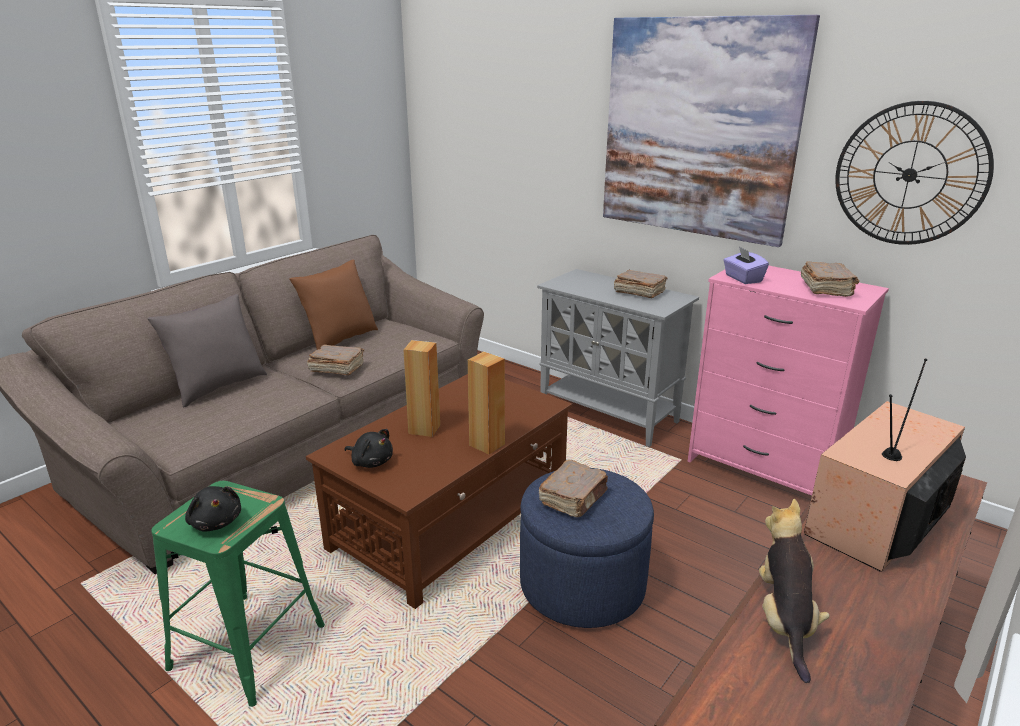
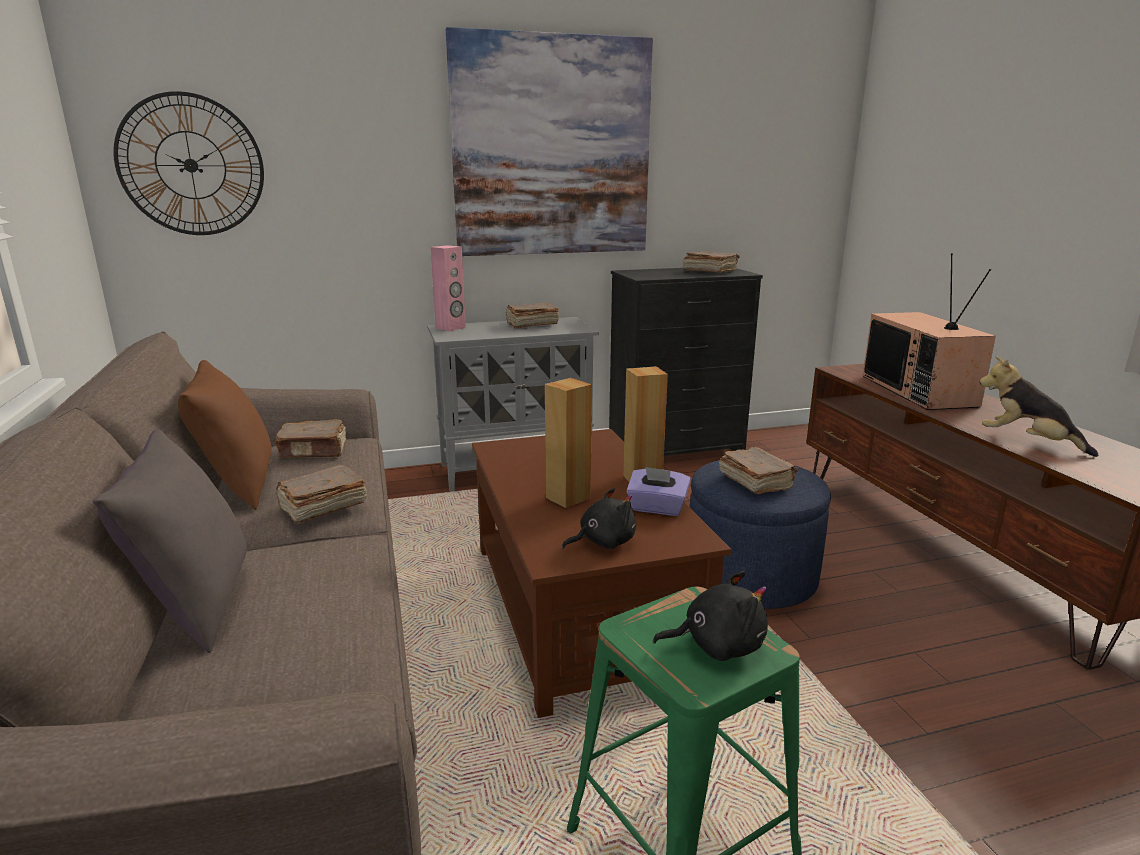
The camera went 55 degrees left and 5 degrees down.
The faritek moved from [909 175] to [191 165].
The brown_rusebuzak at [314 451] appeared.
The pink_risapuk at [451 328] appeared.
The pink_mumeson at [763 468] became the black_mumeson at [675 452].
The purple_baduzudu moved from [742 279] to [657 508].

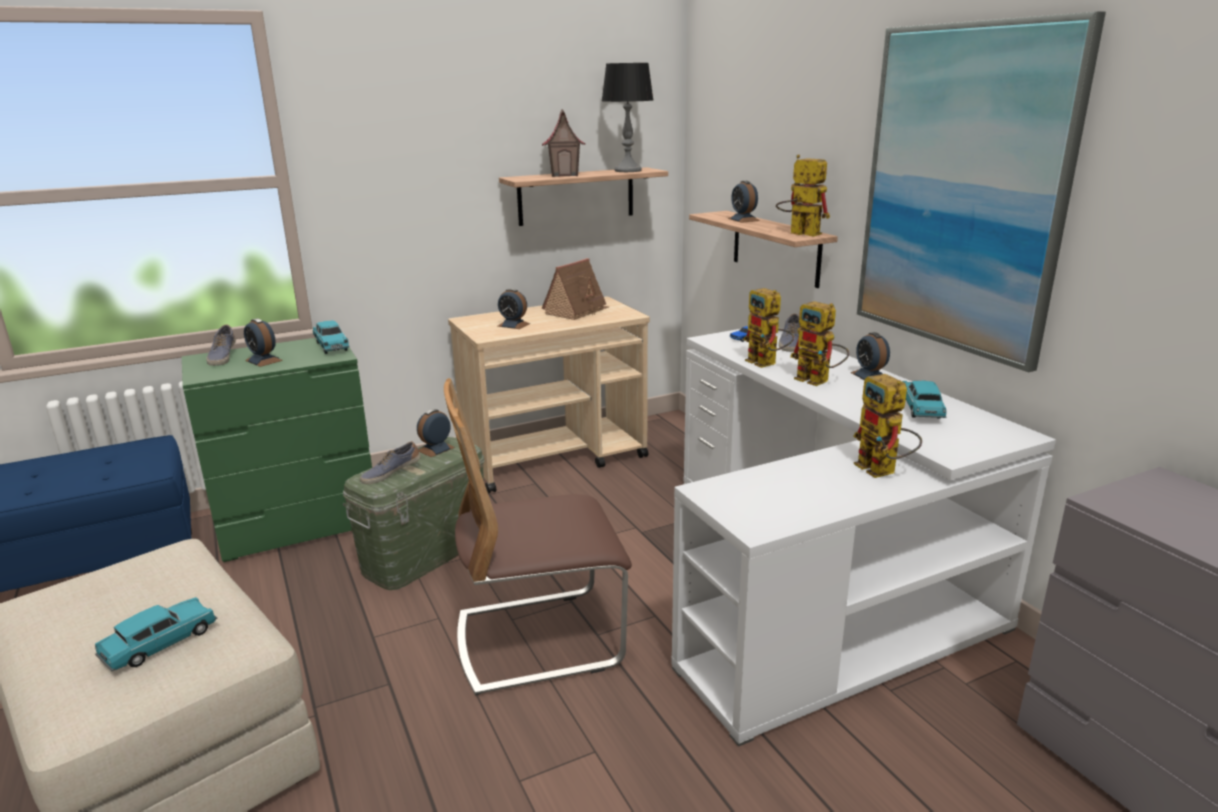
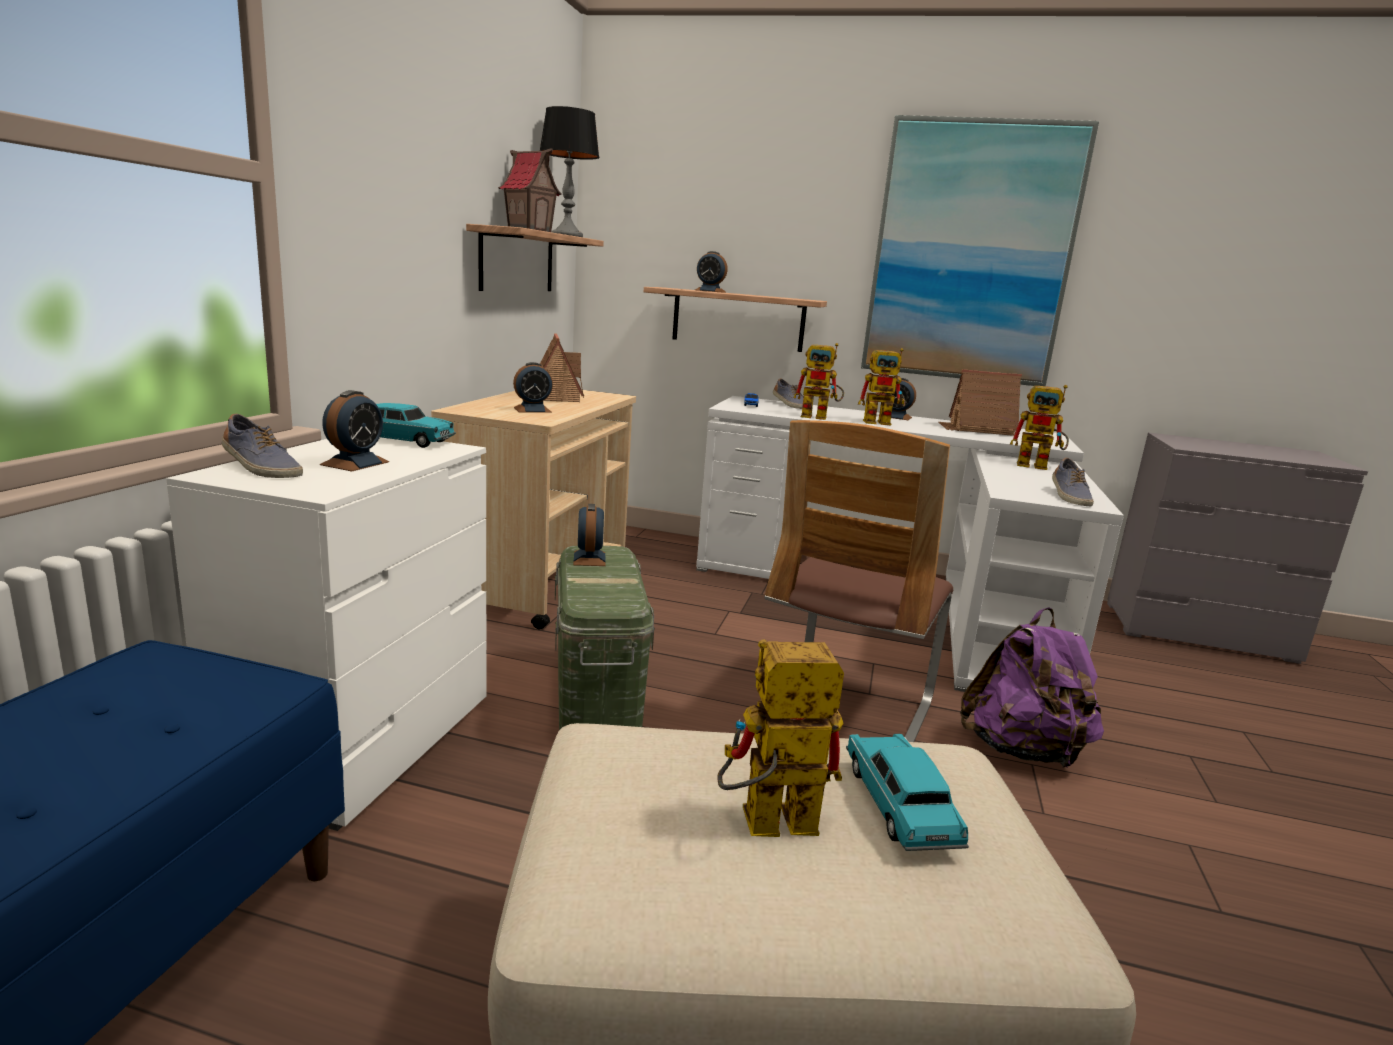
The camera went 50 degrees left and 5 degrees down.
The green_mumeson at [299 524] became the white_mumeson at [362 742].
The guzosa at [263 360] turned 60 degrees counterclockwise.
The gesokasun moved from [798 233] to [764 827].
The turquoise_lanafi at [921 409] was replaced by the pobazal at [976 429].
The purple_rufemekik at [1023 751] appeared.
The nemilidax moved from [390 473] to [1069 497].

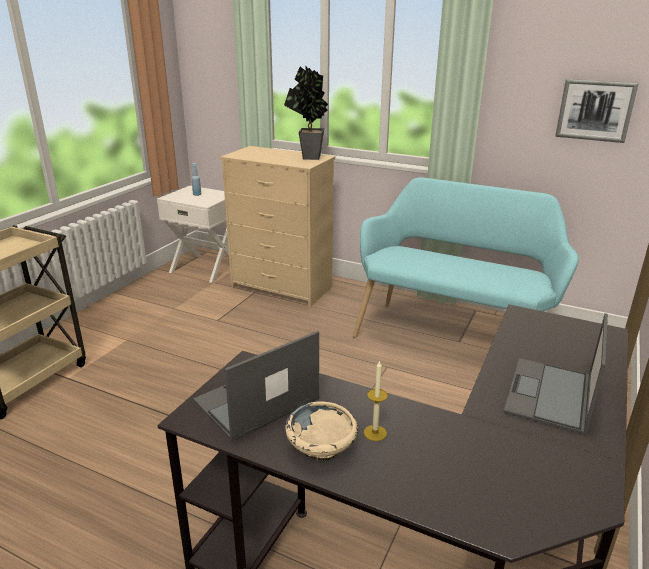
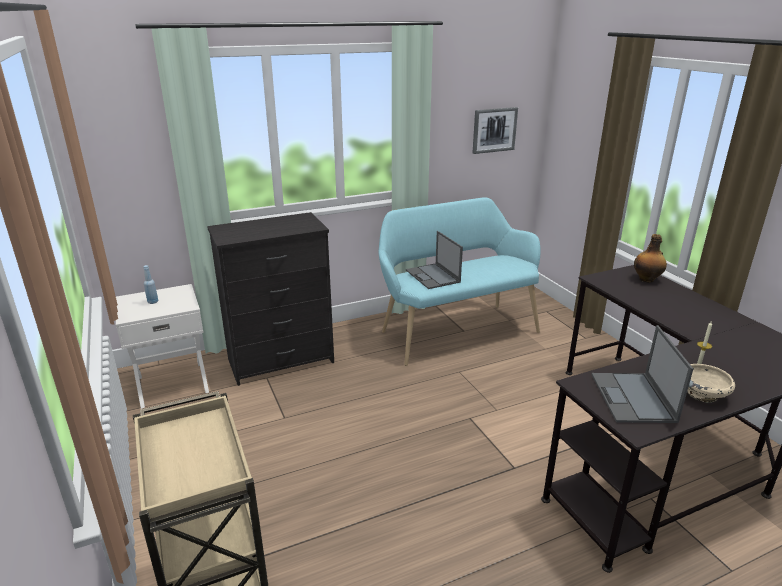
The camera went 50 degrees left and 0 degrees up.
The beige_mumeson at [282 287] became the black_mumeson at [282 361].
The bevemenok moved from [550 395] to [433 276].
The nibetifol at [647 279] appeared.
The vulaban at [309 158] disappeared.

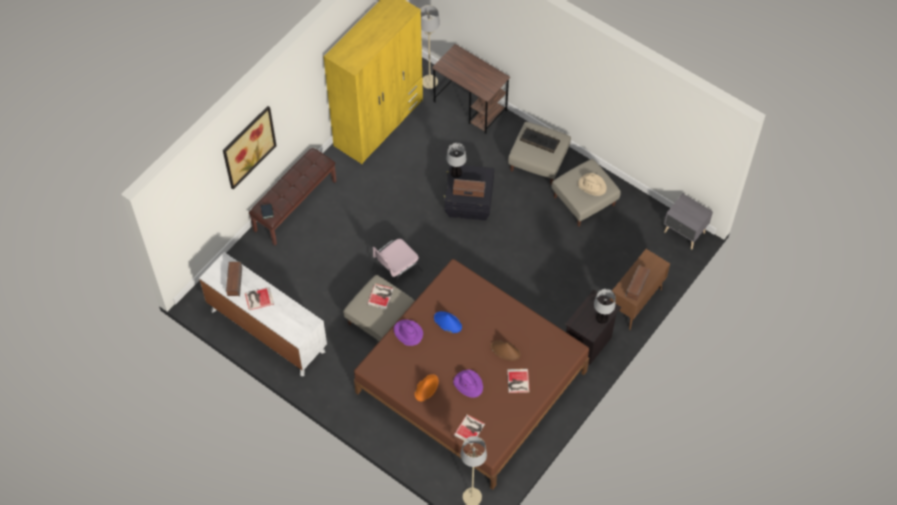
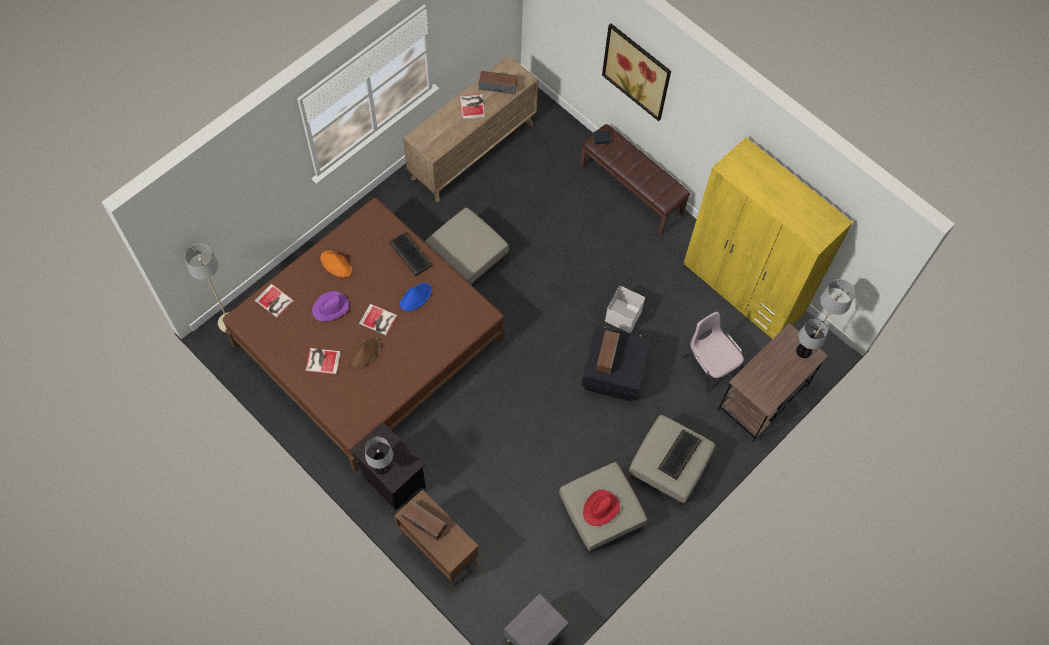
The camera went 95 degrees right and 5 degrees up.
The rusebuzak moved from [381 296] to [378 320].
The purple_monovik at [408 333] was replaced by the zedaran at [410 254].
The white_mumeson at [267 330] became the brown_mumeson at [472 150].
The beige_monovik at [592 185] became the red_monovik at [601 508].
The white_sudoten at [623 316] appeared.
The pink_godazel moved from [396 270] to [711 363].
The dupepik moved from [456 172] to [803 351].

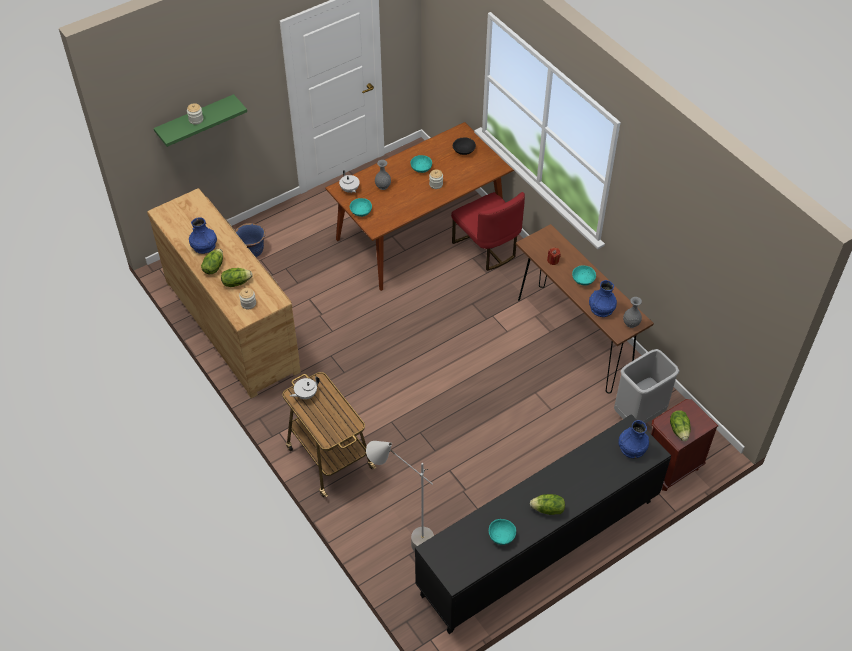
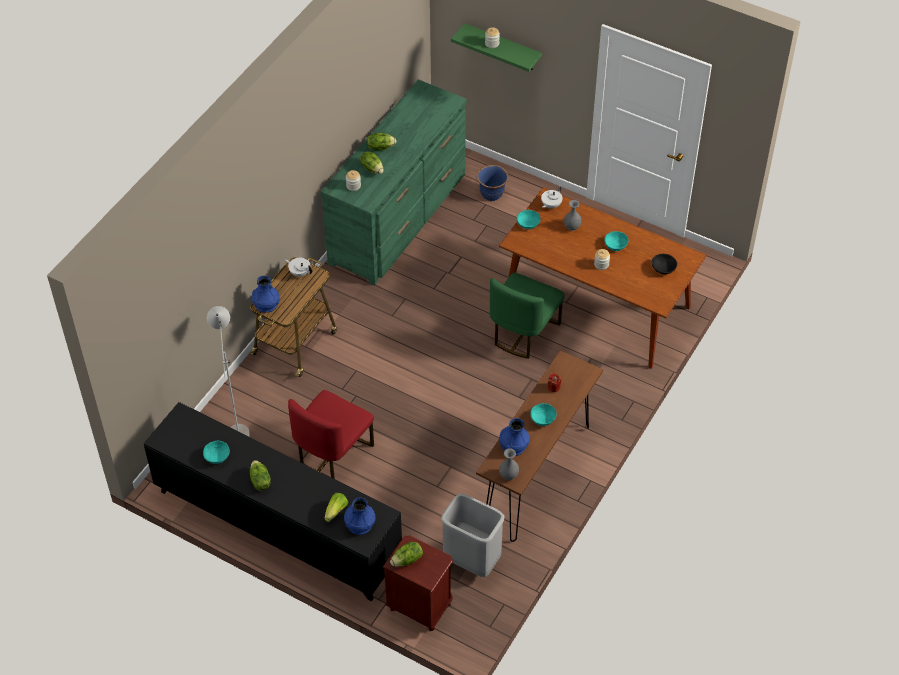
The camera went 65 degrees right and 0 degrees up.
The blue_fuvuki moved from [204 246] to [266 304].
The red_godazel moved from [486 248] to [333 453].
The brown_mumeson at [232 324] became the green_mumeson at [399 217].
The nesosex at [336 511] appeared.
The green_godazel at [523 332] appeared.

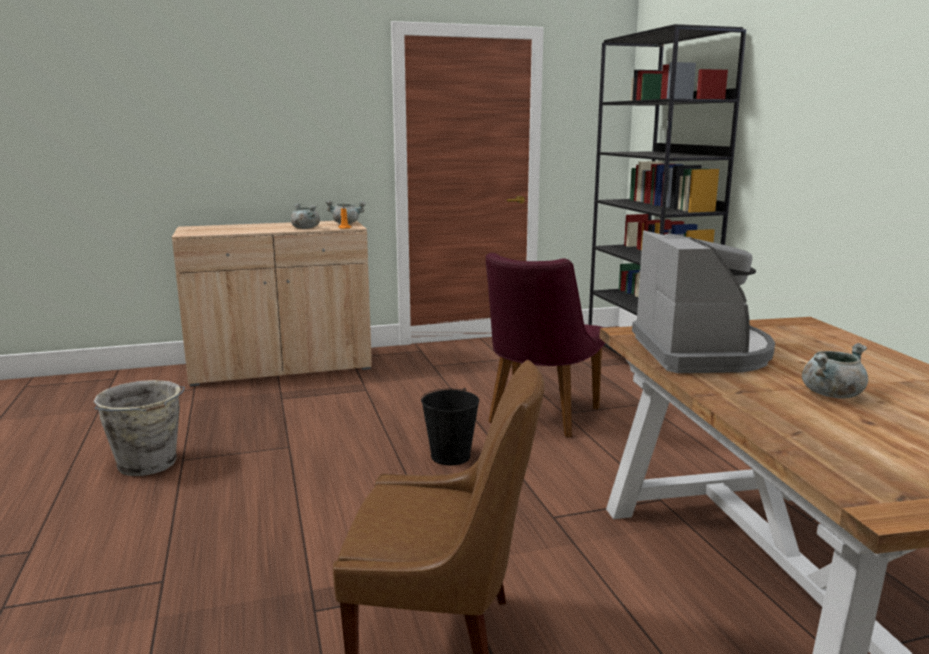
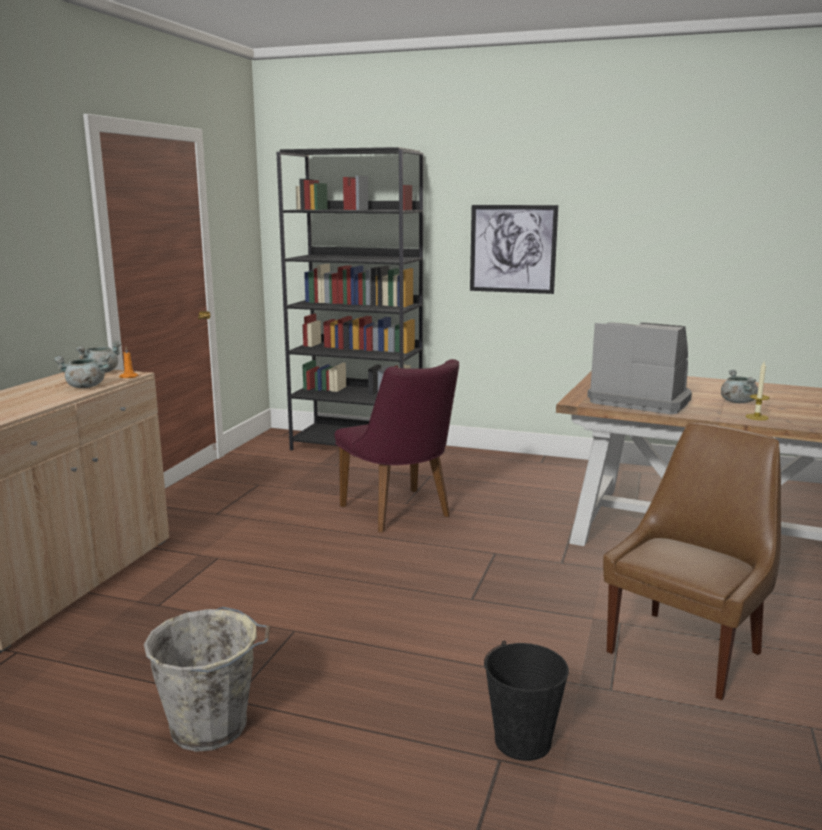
The camera went 55 degrees left and 0 degrees up.
The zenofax at [512 249] appeared.
The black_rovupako moved from [451 456] to [523 740].
The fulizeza at [757 417] appeared.

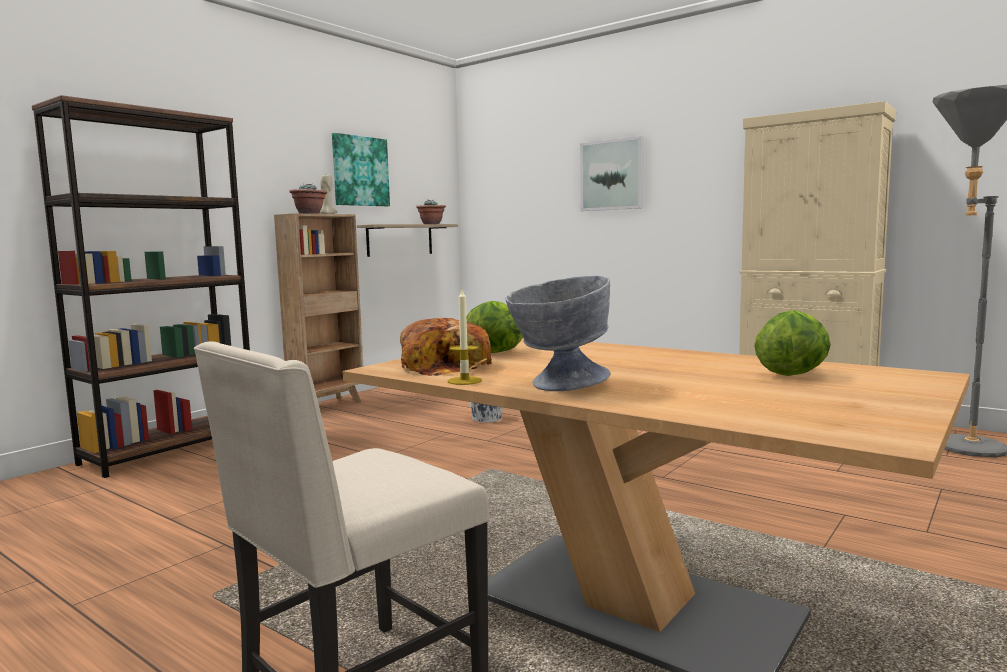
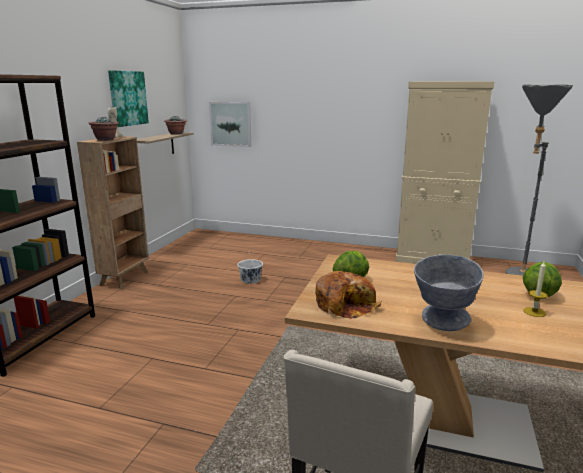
The camera went 20 degrees left and 10 degrees up.
The zenofax moved from [612 175] to [231 124].
The fulizeza moved from [464 381] to [534 312].

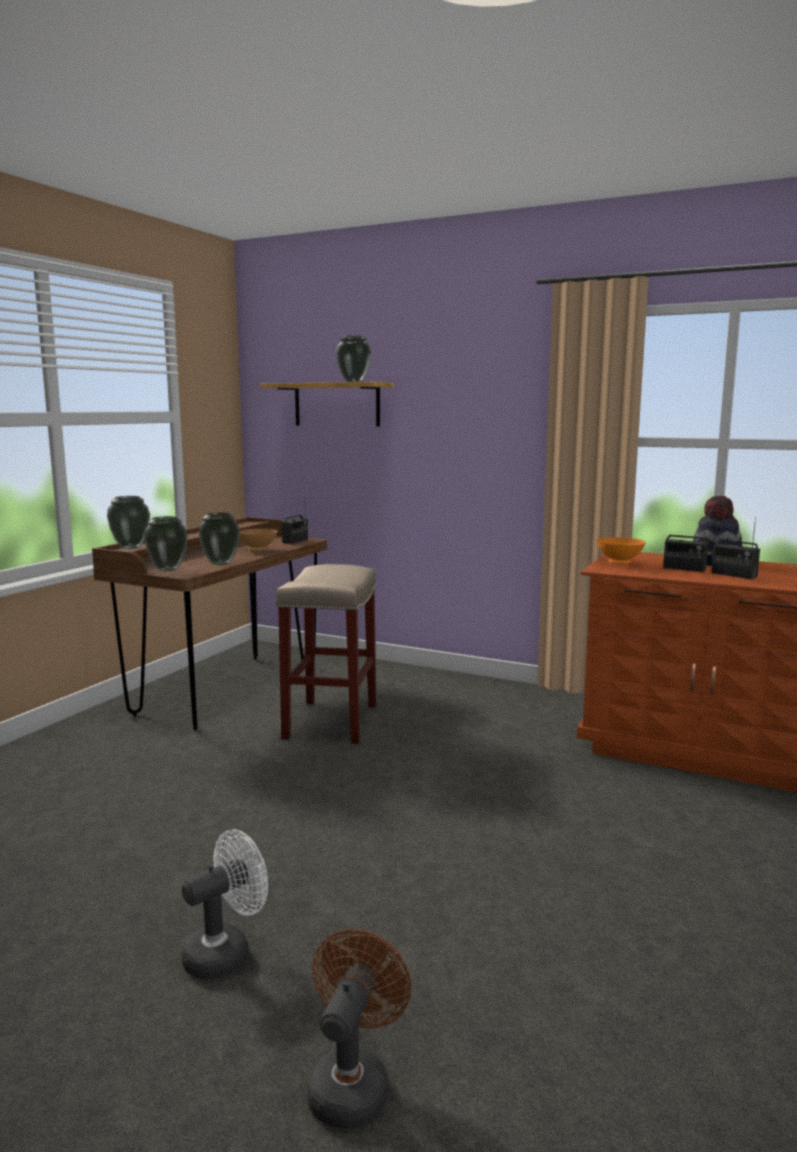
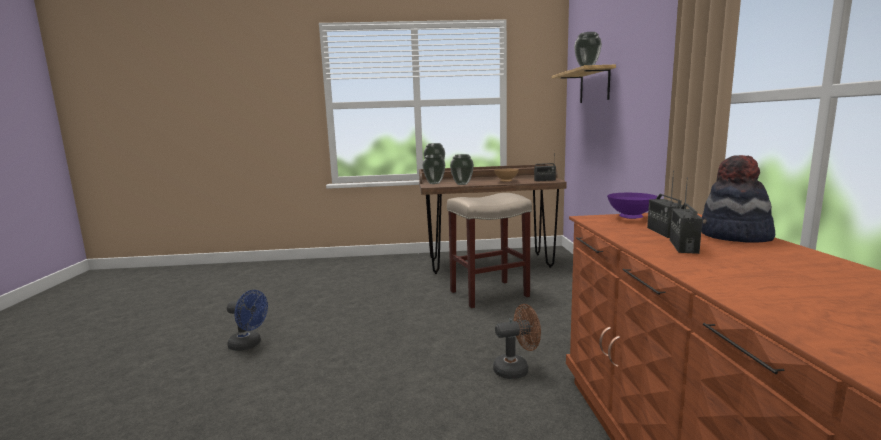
The camera went 60 degrees right and 0 degrees up.
The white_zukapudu at [226 952] became the blue_zukapudu at [249 345].
The brown_zukapudu moved from [353 1083] to [516 369].
The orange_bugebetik at [620 563] became the purple_bugebetik at [630 218].

